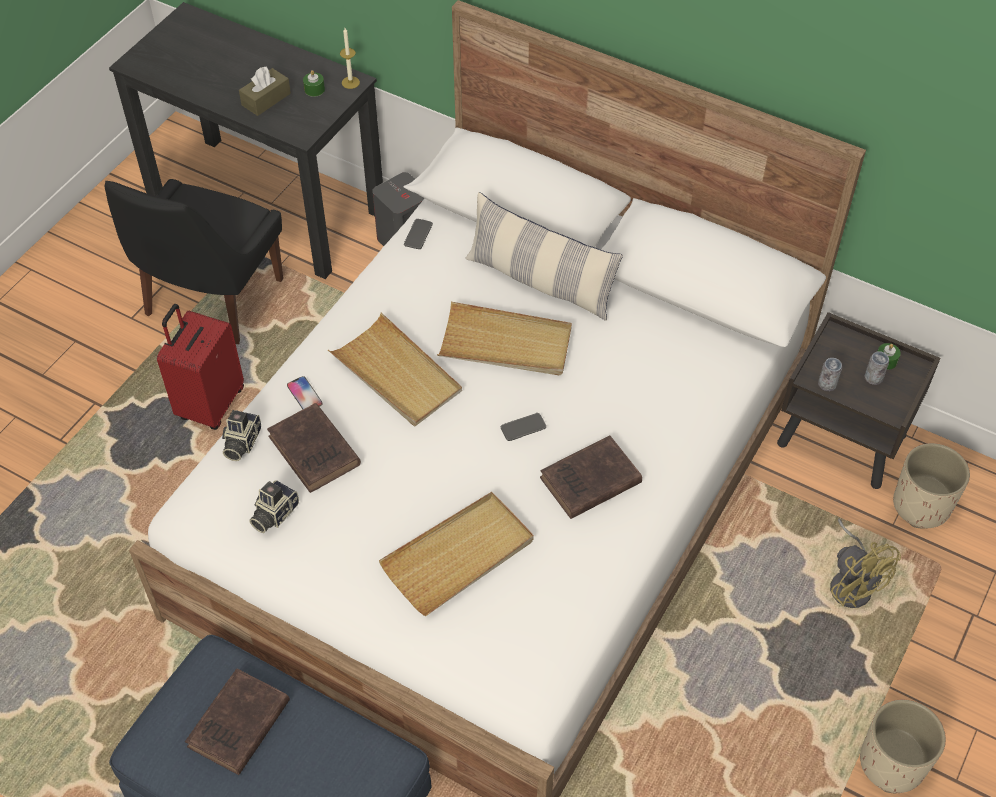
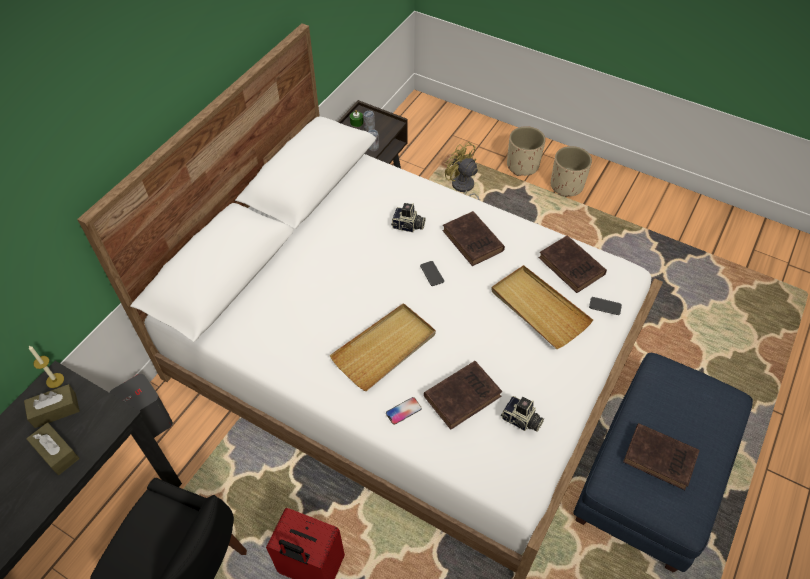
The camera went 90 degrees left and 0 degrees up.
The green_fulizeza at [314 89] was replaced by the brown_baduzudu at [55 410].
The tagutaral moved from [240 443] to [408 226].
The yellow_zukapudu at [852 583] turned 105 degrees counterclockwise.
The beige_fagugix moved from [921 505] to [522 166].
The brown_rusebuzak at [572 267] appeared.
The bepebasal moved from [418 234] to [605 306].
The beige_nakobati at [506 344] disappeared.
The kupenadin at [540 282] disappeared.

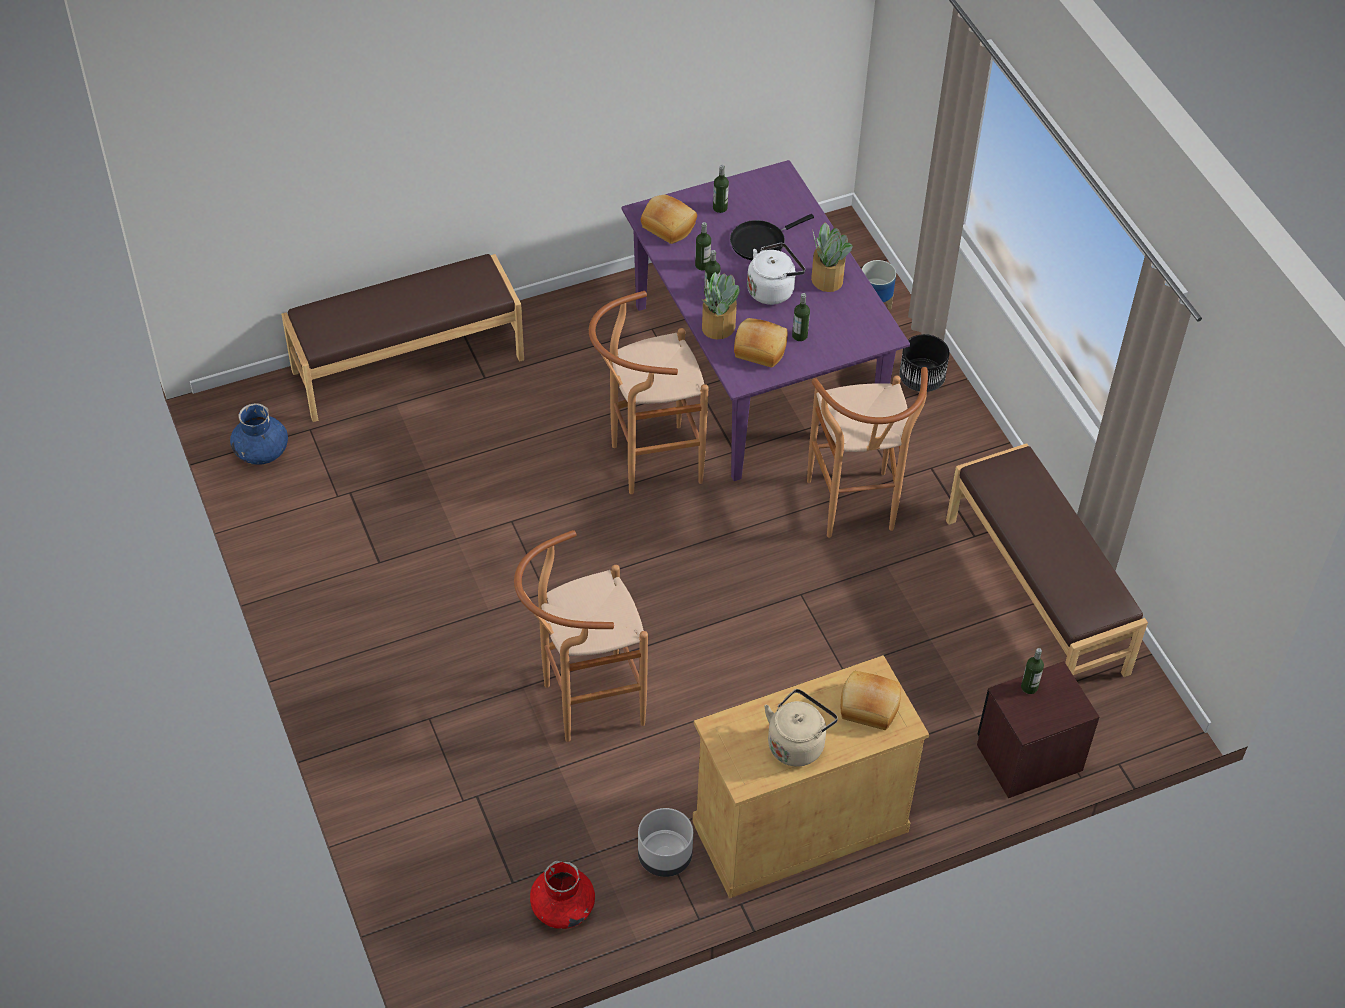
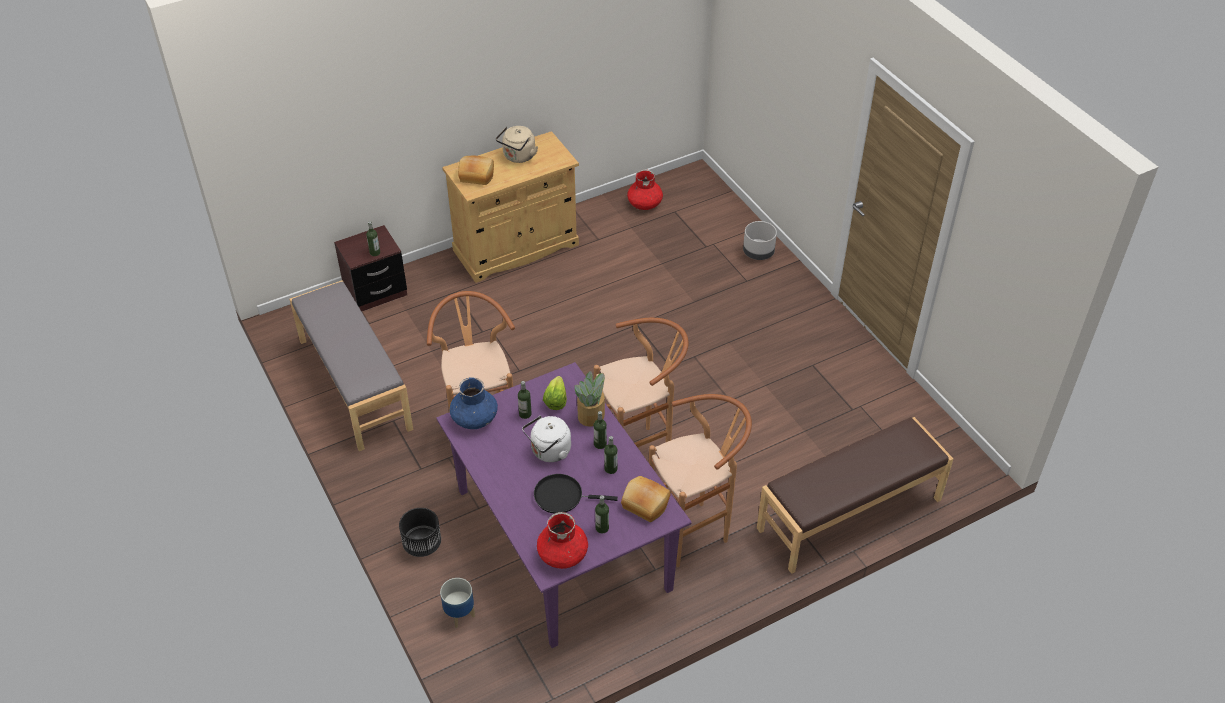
The camera went 175 degrees right and 5 degrees down.
The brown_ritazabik at [1037 595] became the grey_ritazabik at [354 384].
The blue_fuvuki moved from [261 451] to [474 418].
The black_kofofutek at [761 242] turned 135 degrees counterclockwise.
The red_fuvuki at [563 554] appeared.
The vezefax at [760 348] was replaced by the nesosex at [556 400].
The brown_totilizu moved from [583 704] to [695 530].
The grey_fagugix moved from [664 857] to [758 253].
The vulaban at [827 278] disappeared.

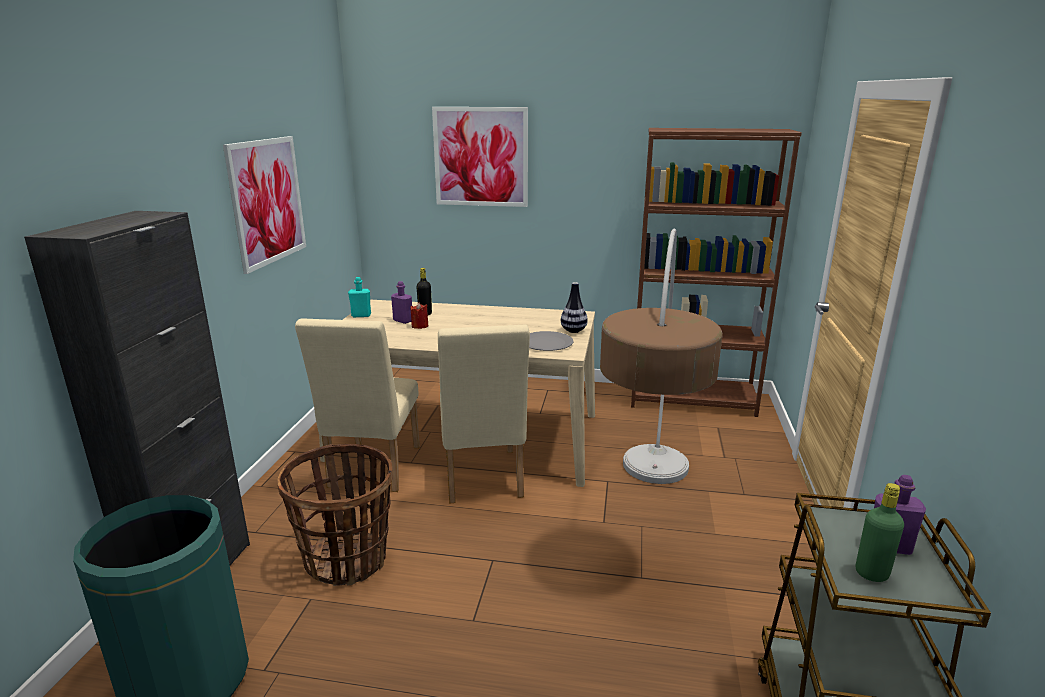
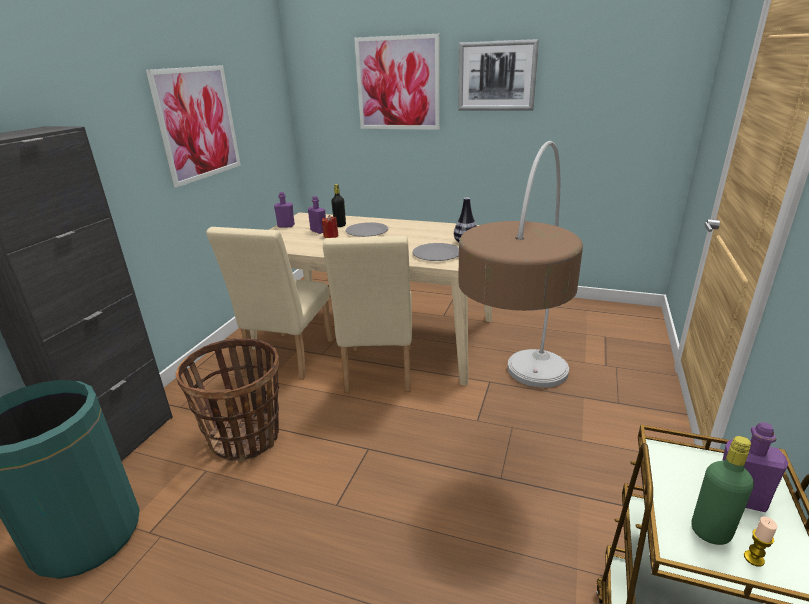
The camera went 10 degrees right and 5 degrees up.
The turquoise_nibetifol at [361 315] became the purple_nibetifol at [286 226].
The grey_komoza at [367 231] appeared.
The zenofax at [496 76] appeared.
The fulizeza at [754 558] appeared.
The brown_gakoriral at [692 401] disappeared.

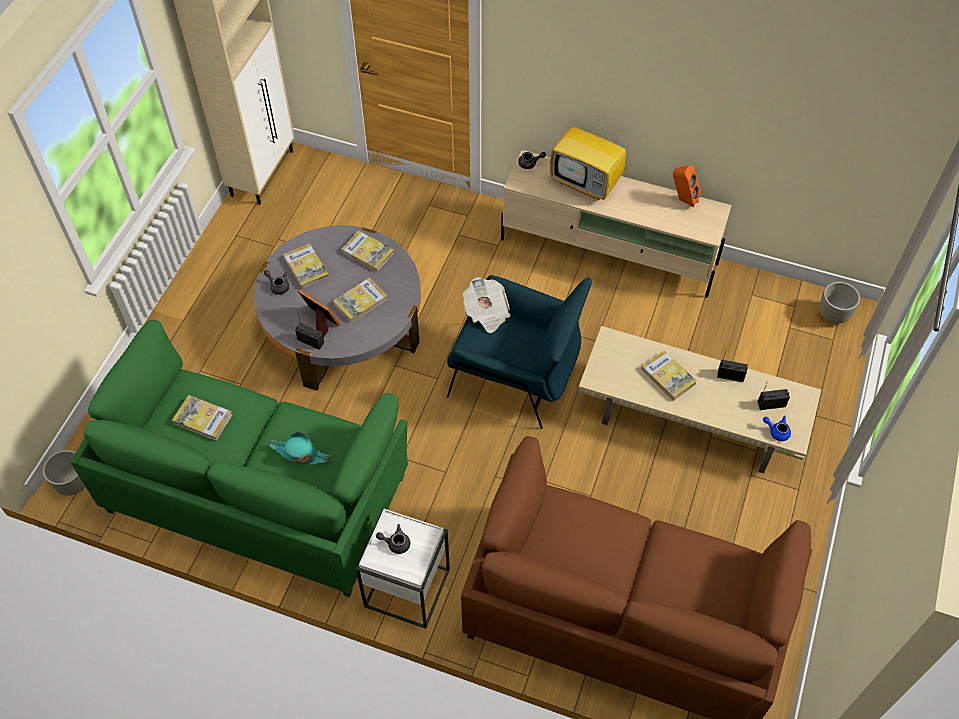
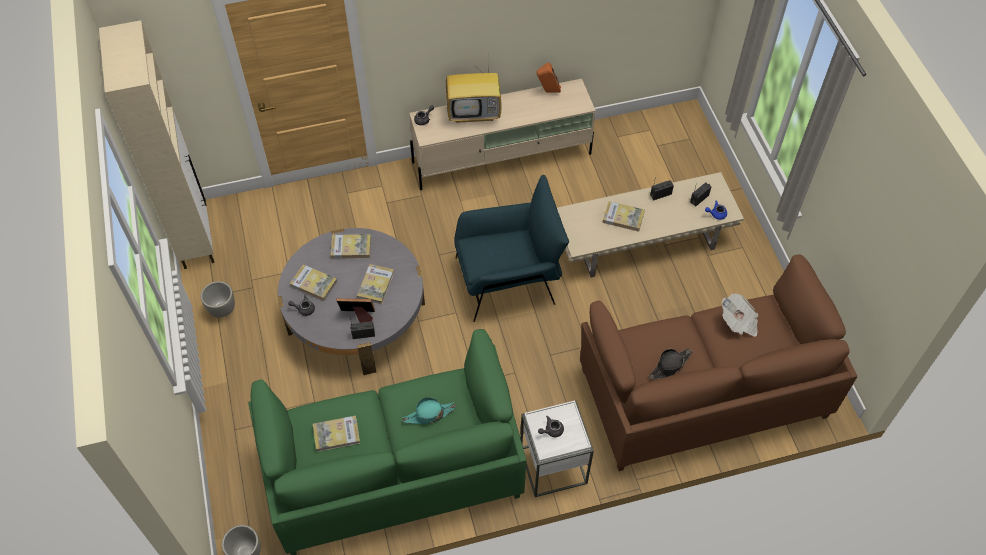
The camera went 35 degrees left and 0 degrees up.
The grey_fagugix moved from [833 315] to [222 309].
The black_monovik at [669 366] appeared.
The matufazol moved from [486 313] to [738 322].

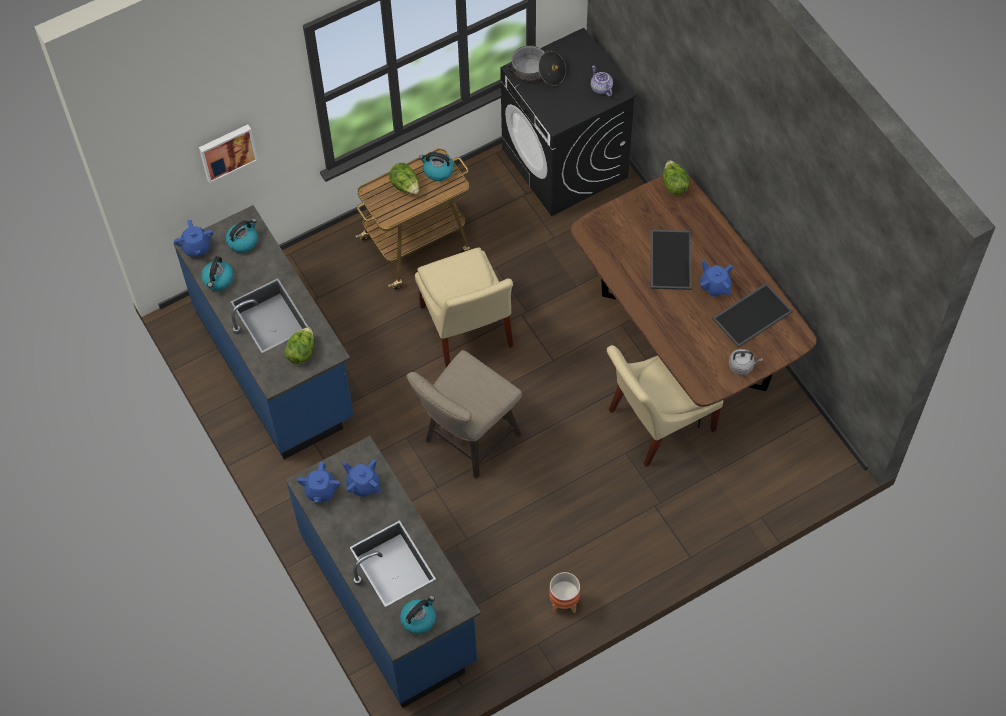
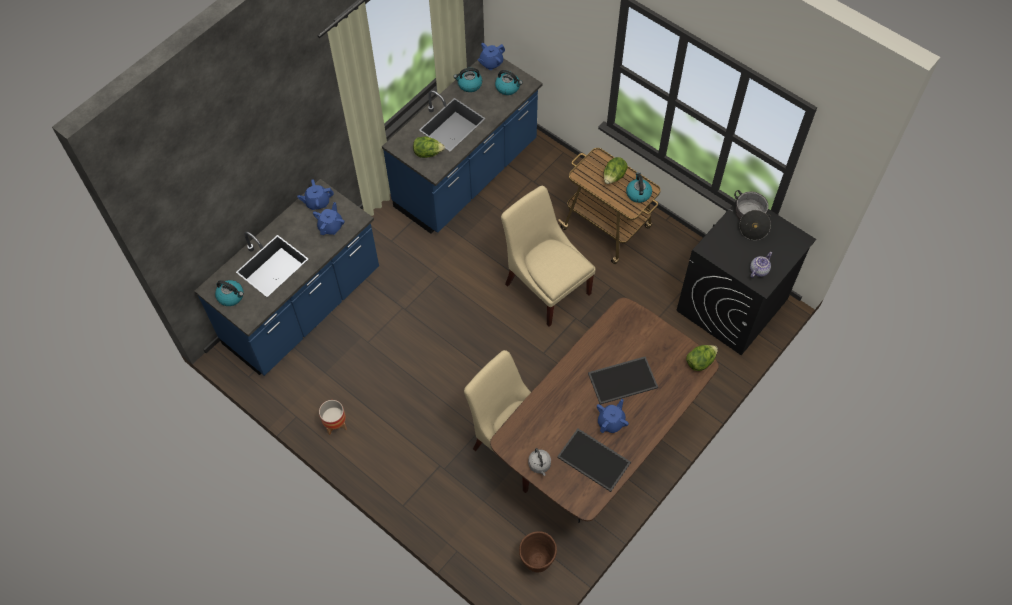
The camera went 70 degrees right and 0 degrees up.
The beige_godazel at [466 330] turned 90 degrees clockwise.
The brown_fagugix at [537 561] appeared.
The zenofax at [227 151] disappeared.
The beige_totilizu at [467 442] disappeared.

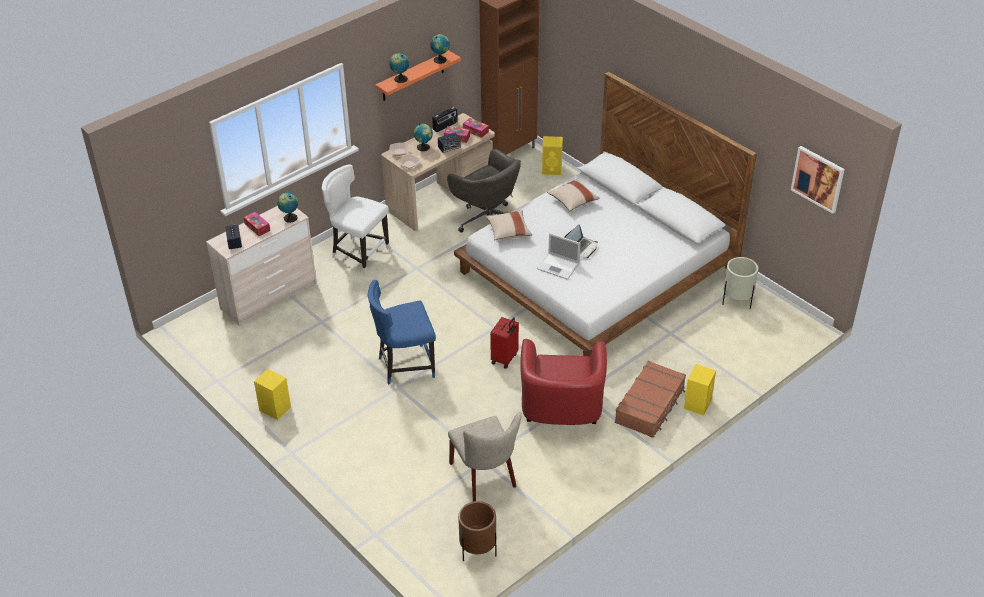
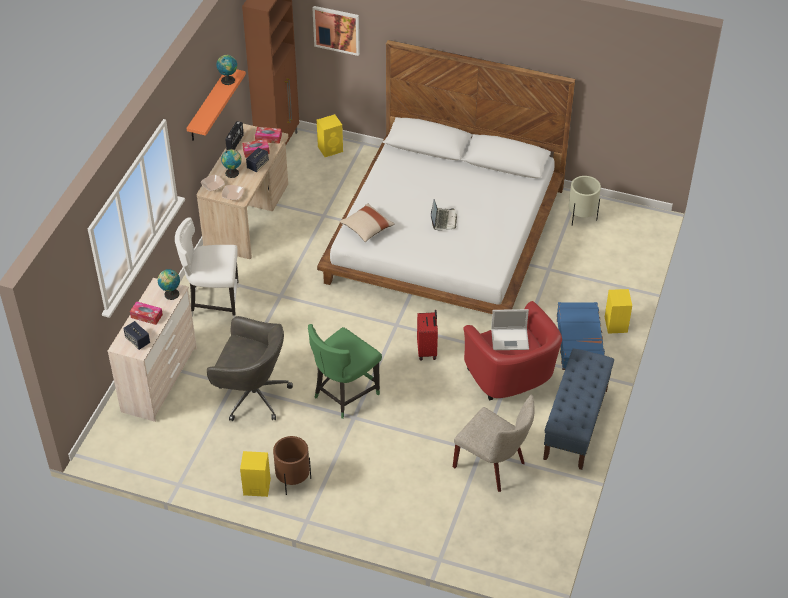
The camera went 30 degrees left and 5 degrees up.
The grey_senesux moved from [488 221] to [252 395].
The brown_fagugix moved from [478 550] to [293 481].
The blue_godazel at [404 366] became the green_godazel at [344 395].
The zenofax moved from [818 179] to [336 30].
The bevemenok moved from [559 266] to [510 339].
The blue_ritazabik at [575 424] appeared.
The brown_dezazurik at [650 405] became the blue_dezazurik at [579 342].
The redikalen at [400 79] disappeared.
The beige_kupenadin at [572 201] disappeared.

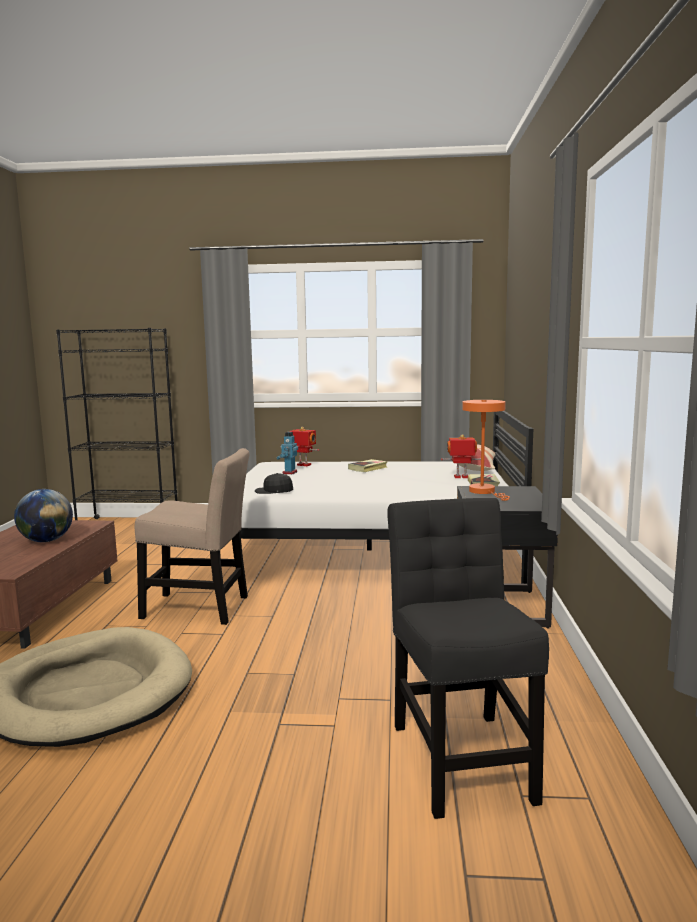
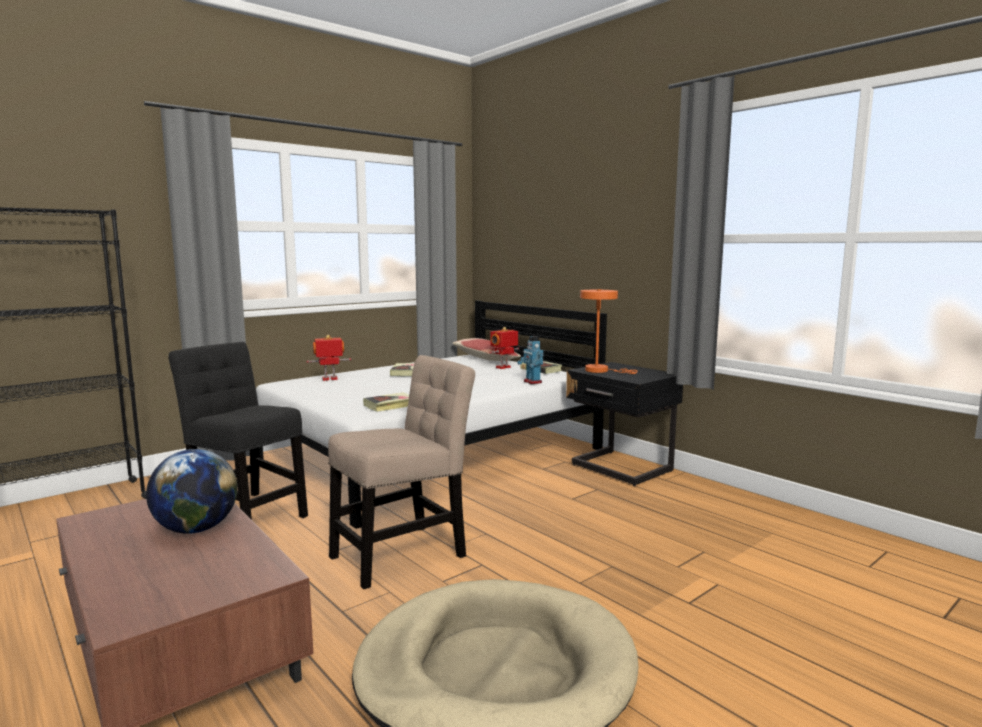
The camera went 45 degrees left and 0 degrees up.
The black_godazel moved from [460 755] to [246 514].
The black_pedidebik at [274 491] was replaced by the rusebuzak at [390 405].
The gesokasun moved from [289 472] to [532 382].

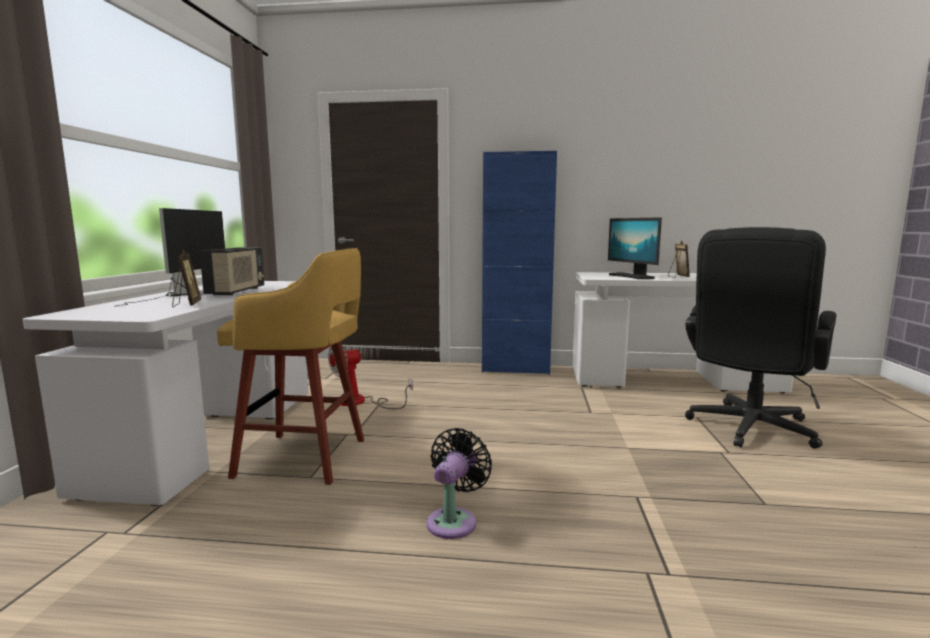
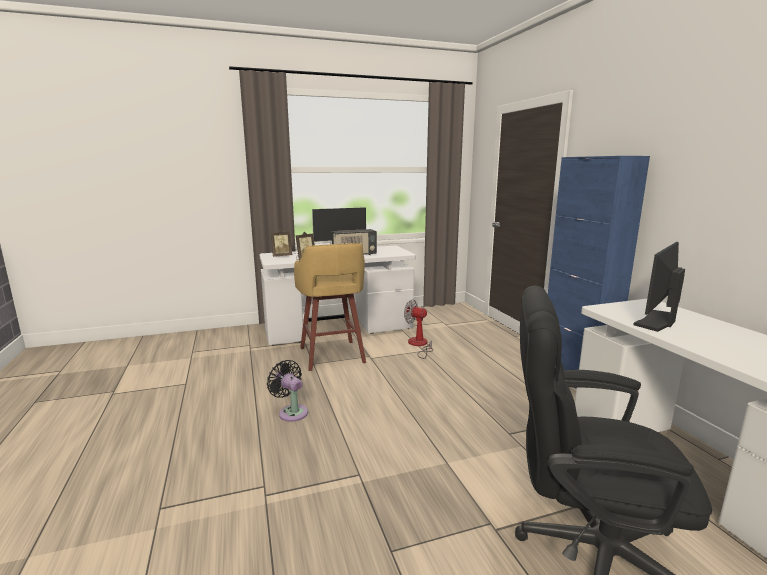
The camera went 65 degrees right and 5 degrees up.
The black_zukapudu at [454 520] turned 135 degrees counterclockwise.
The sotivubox moved from [677 277] to [281 256].

